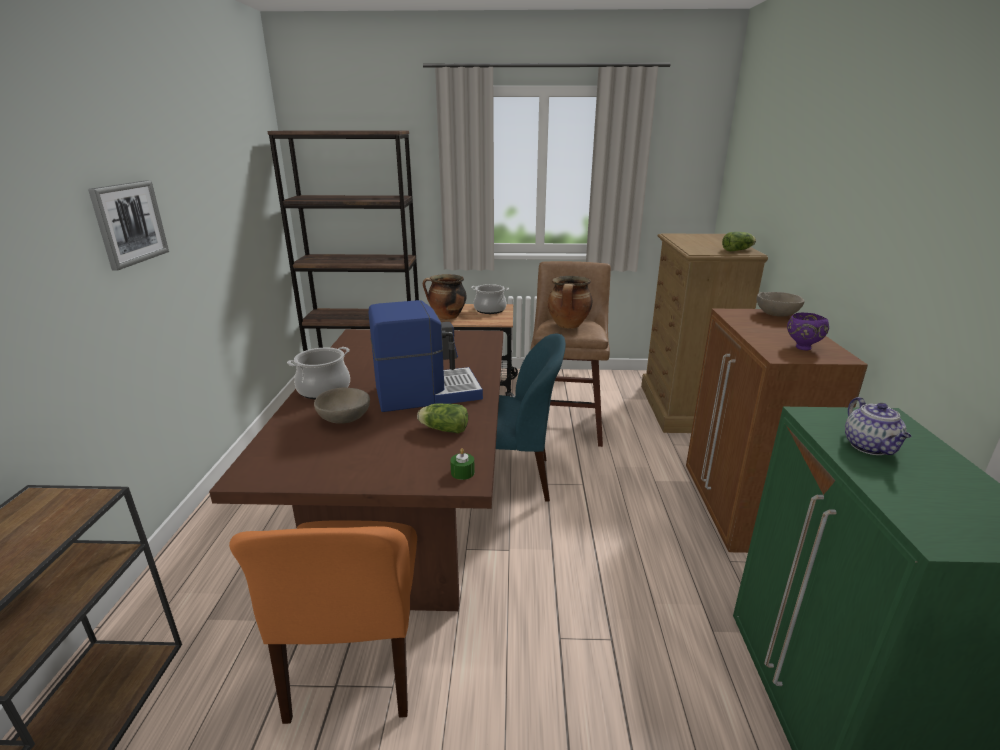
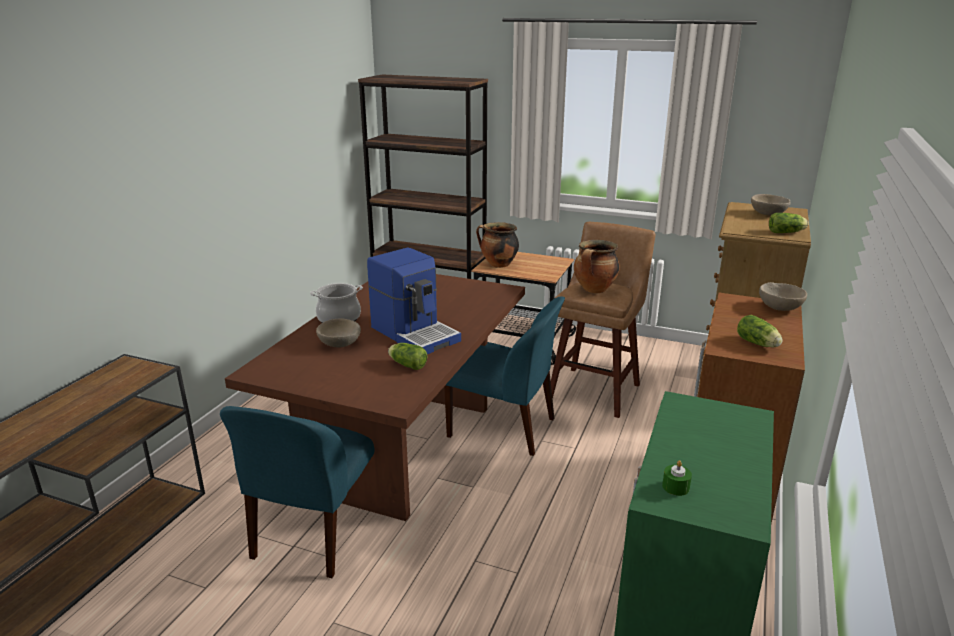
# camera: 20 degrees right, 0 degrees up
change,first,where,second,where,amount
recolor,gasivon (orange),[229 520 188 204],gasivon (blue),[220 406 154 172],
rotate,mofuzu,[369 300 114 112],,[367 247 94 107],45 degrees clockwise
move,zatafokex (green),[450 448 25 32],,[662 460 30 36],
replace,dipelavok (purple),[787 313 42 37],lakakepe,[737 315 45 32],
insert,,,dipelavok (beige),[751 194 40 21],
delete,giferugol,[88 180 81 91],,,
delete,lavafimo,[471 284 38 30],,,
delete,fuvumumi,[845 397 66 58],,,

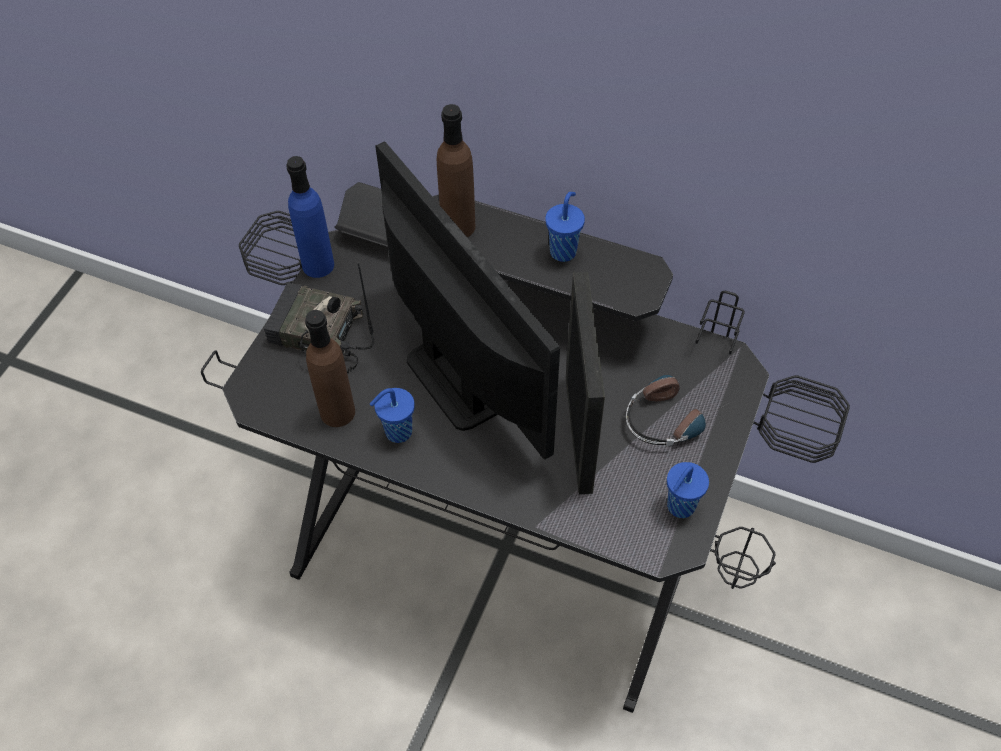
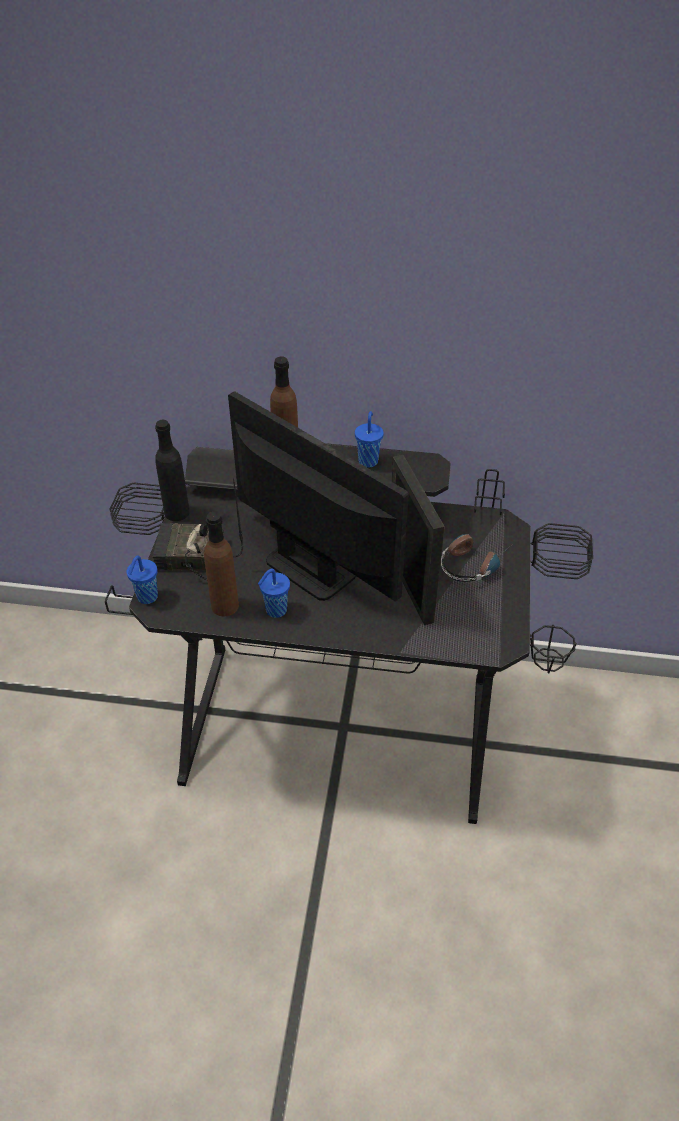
# camera: 15 degrees left, 10 degrees down
change,first,where,second,where,amount
move,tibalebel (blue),[667 462 42 56],,[126 556 32 48],
recolor,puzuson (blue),[286 156 48 122],puzuson (black),[155 420 35 101],

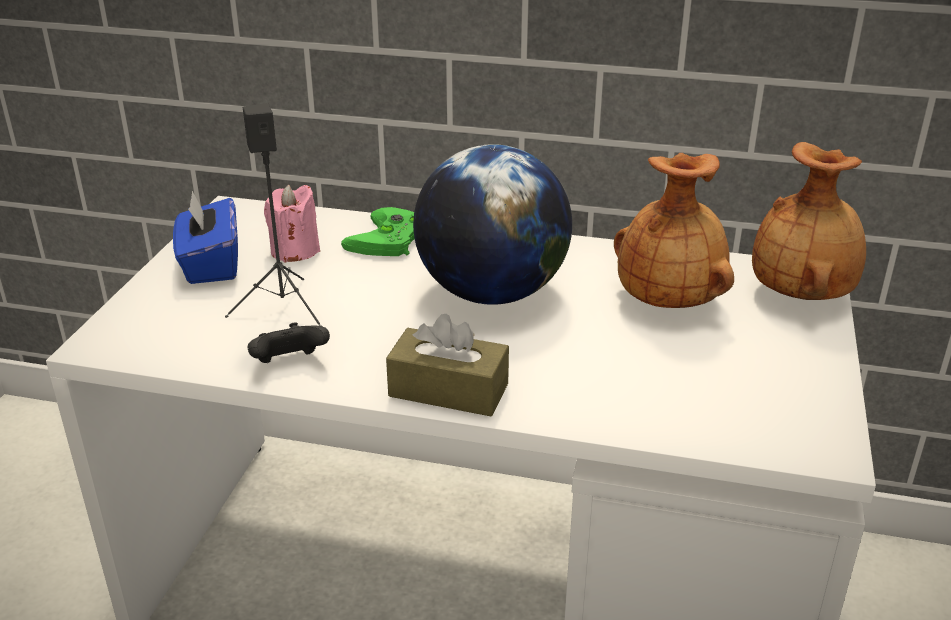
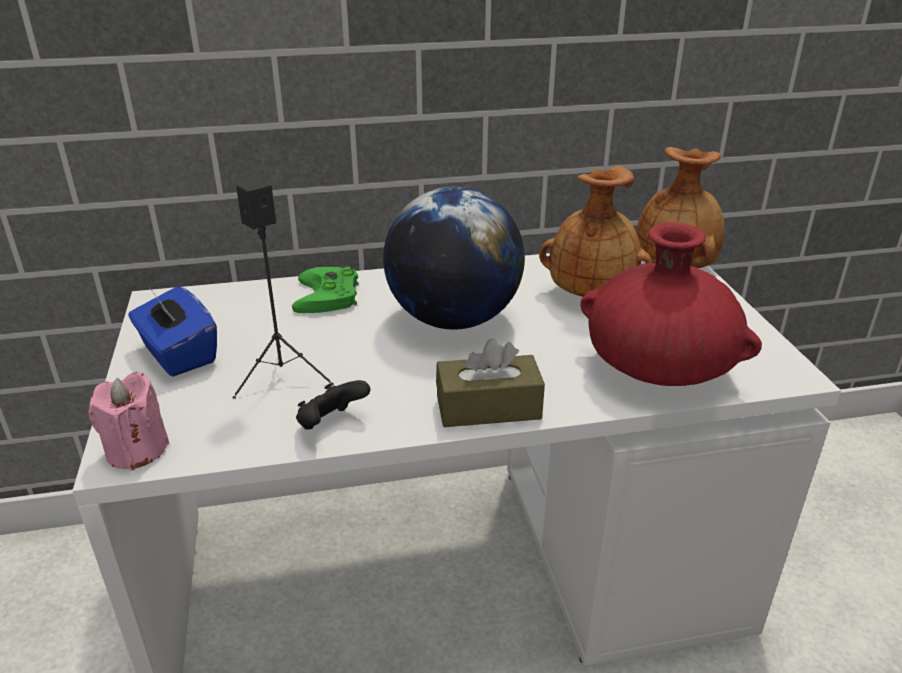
# camera: 25 degrees left, 0 degrees up
change,first,where,second,where,amount
move,zatafokex (pink),[264 184 56 78],,[88 372 82 99],
insert,,,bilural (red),[580 222 182 164],

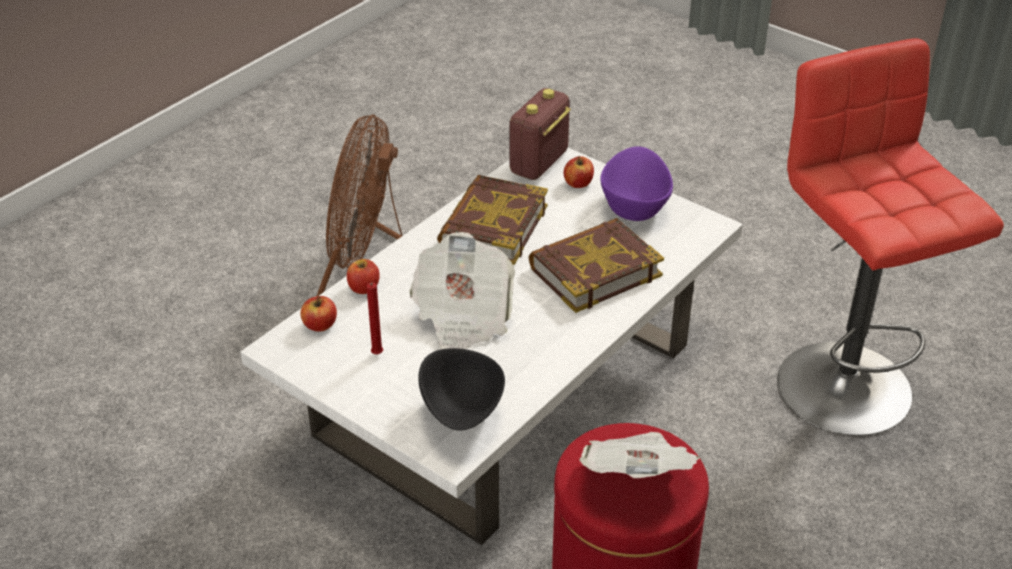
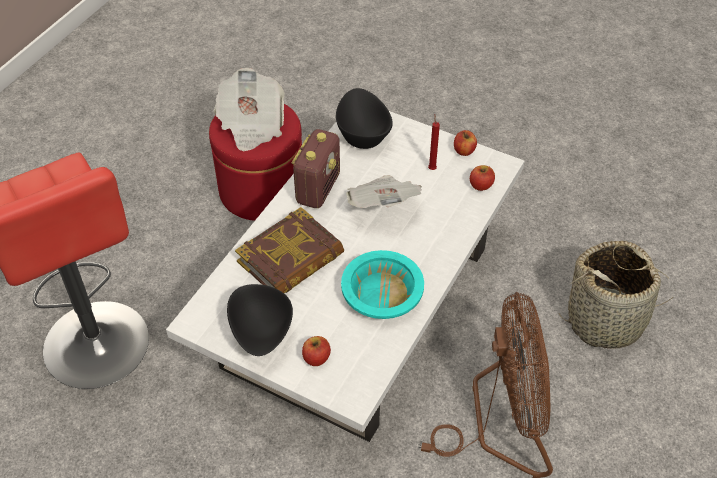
# camera: 170 degrees right, 10 degrees up
change,first,where,second,where,amount
recolor,dipelavok (purple),[601 146 72 75],dipelavok (black),[227 284 66 72],
move,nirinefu,[509 88 62 92],,[292 129 48 79],
replace,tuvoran,[437 175 111 90],dipelavok (turquoise),[341 250 83 69],
move,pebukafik,[347 259 33 35],,[454 130 23 26],
insert,,,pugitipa,[559 241 117 108],

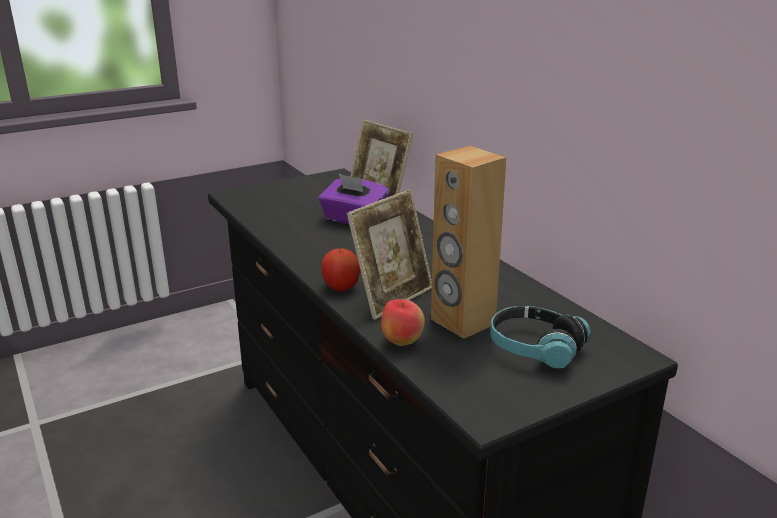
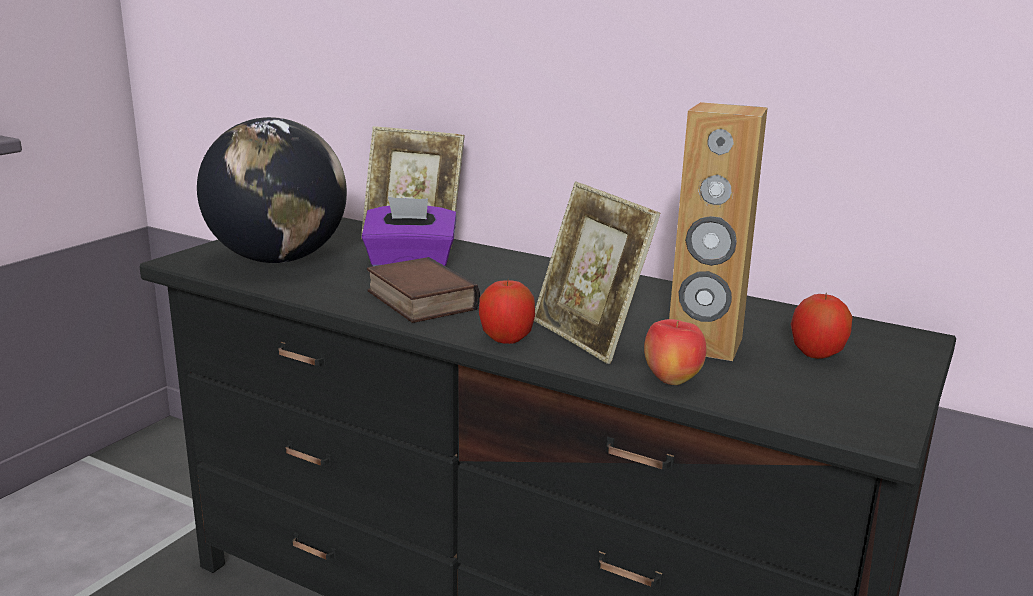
# camera: 30 degrees left, 5 degrees down
change,first,where,second,where,amount
insert,,,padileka,[197 117 150 146],
insert,,,tuvoran,[367 257 113 66],
rotate,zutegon,[347 189 85 131],,[534 182 126 182],135 degrees clockwise
replace,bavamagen,[490 306 101 62],pebukafik,[791 293 61 66],

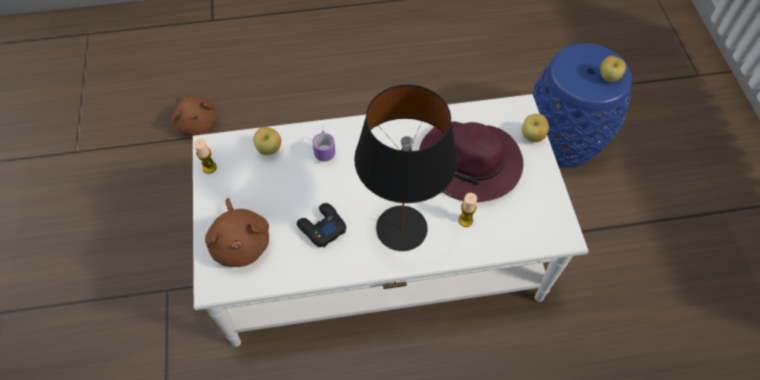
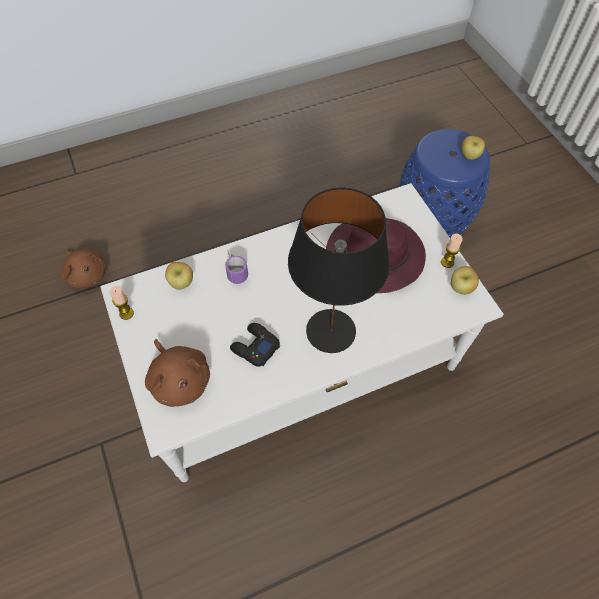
# camera: 15 degrees left, 0 degrees up
change,first,where,second,where,amount
move,zatafokex,[458 193 19 34],,[441 234 22 34],
move,pebukafik,[522 114 27 28],,[451 266 28 29],

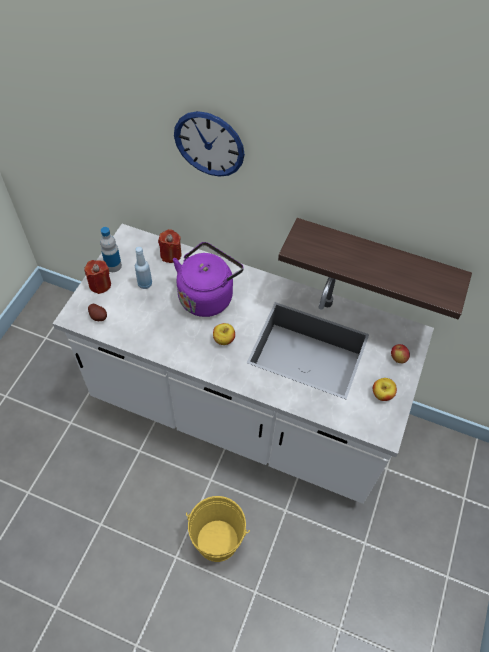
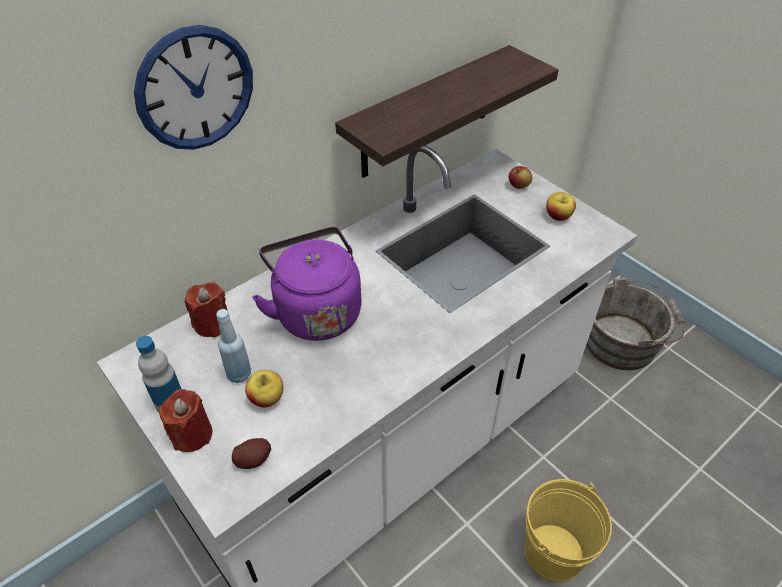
# camera: 60 degrees left, 10 degrees down
change,first,where,second,where,amount
move,pebukafik,[213 323 22 22],,[245 370 38 37],
insert,,,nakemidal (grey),[586 278 99 92],

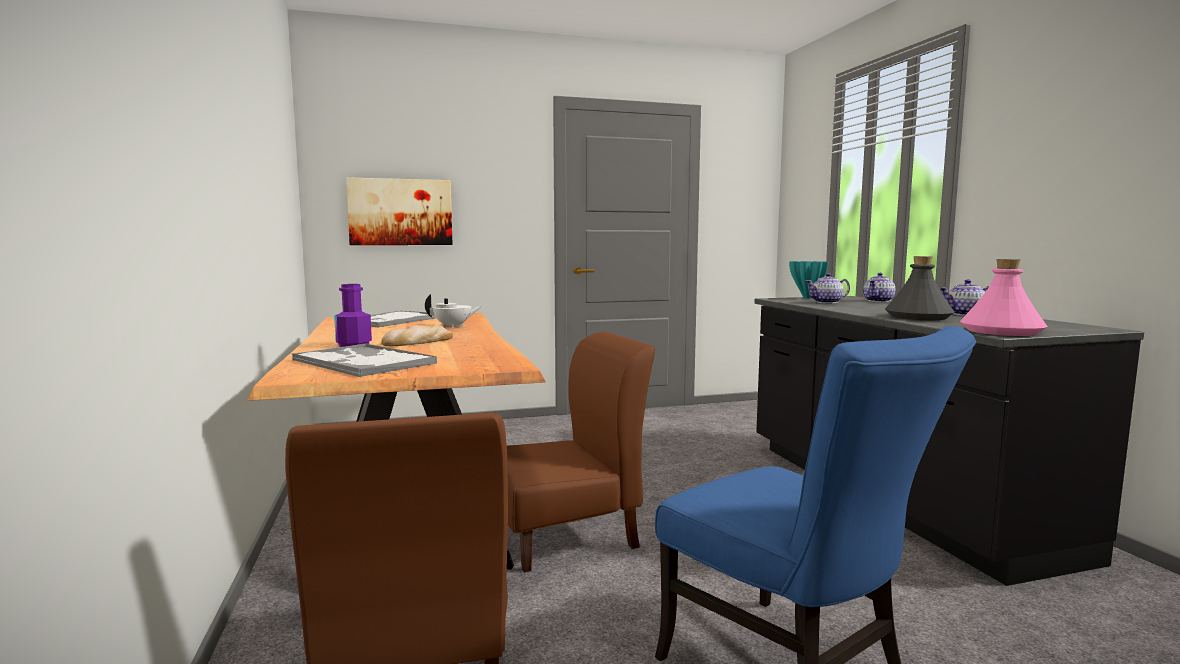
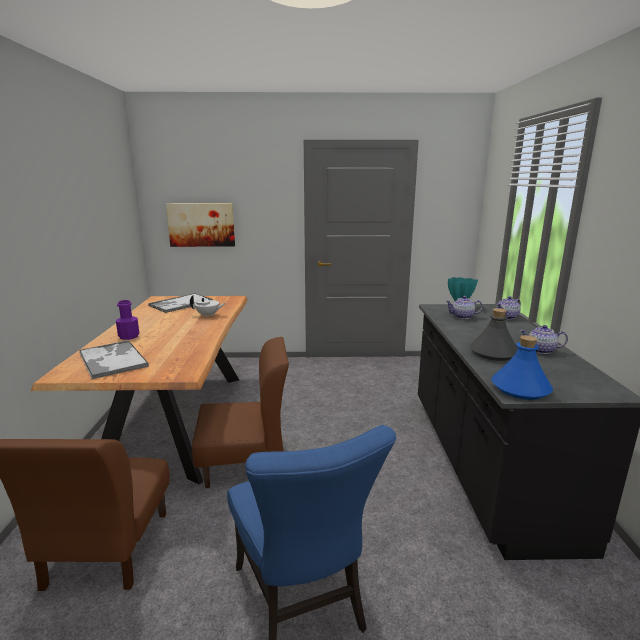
# camera: 15 degrees right, 10 degrees up
change,first,where,second,where,amount
recolor,puzuson (pink),[960 259 88 77],puzuson (blue),[491 335 62 65],
delete,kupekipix,[381 324 72 22],,,

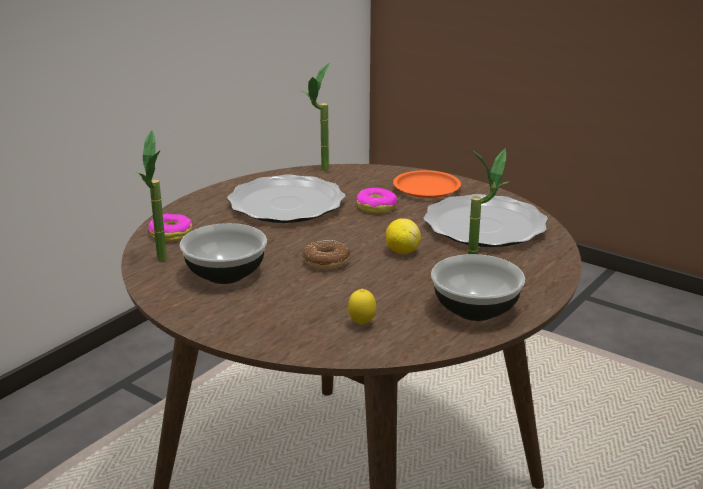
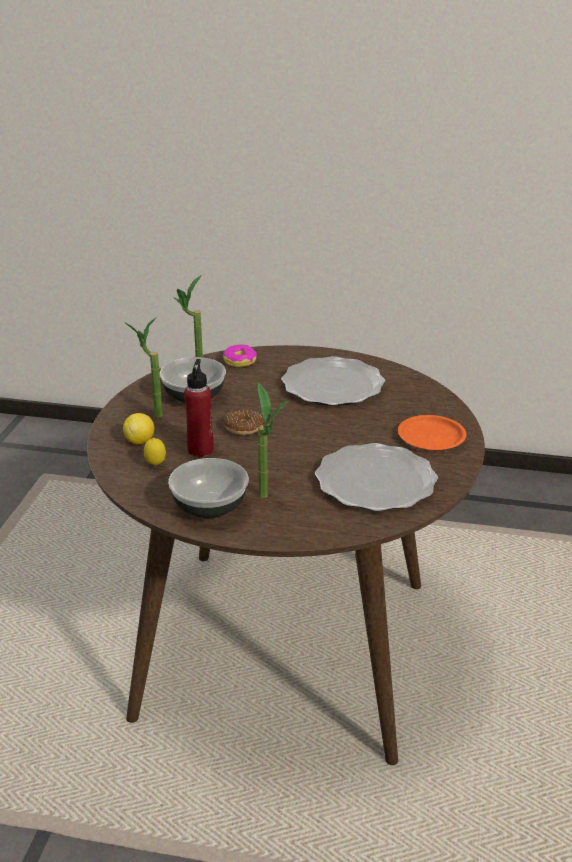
# camera: 65 degrees right, 5 degrees up
change,first,where,second,where,amount
move,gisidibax,[300 63 29 108],,[123 317 40 100],
move,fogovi,[386 218 35 36],,[123 413 32 31],
insert,,,puzuson (red),[184 359 30 98],
delete,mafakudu,[356 188 42 25],,,

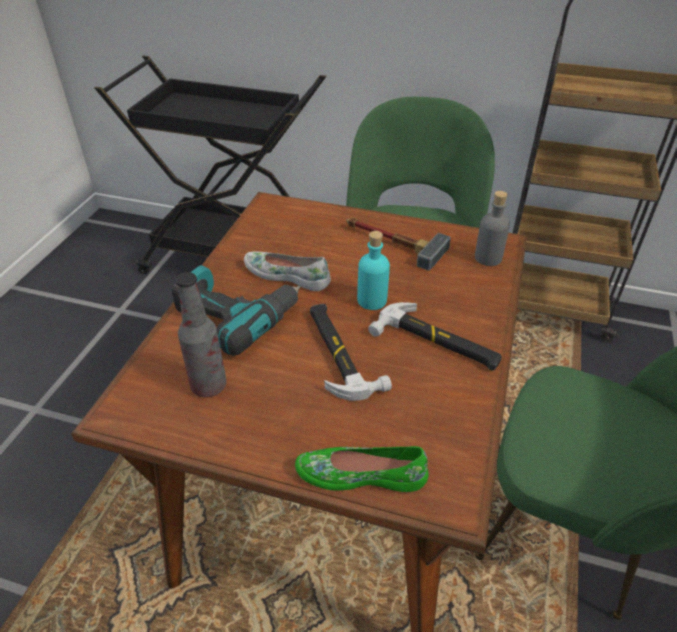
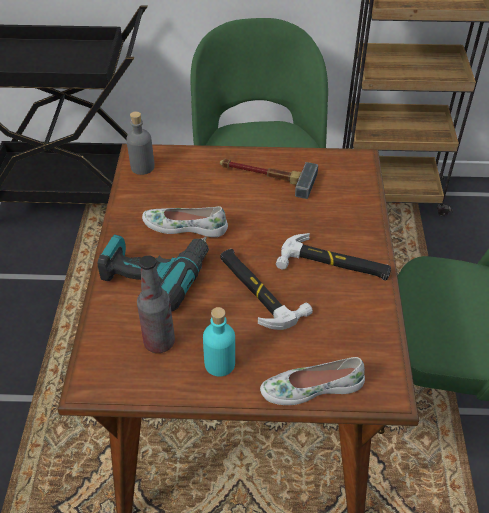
# camera: 15 degrees left, 5 degrees up
change,first,where,second,where,amount
move,puzuson (grey),[475 191 35 75],,[126 111 29 64],
move,puzuson (turquoise),[357 231 33 79],,[203 307 32 70],
recolor,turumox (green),[295 446 134 46],turumox (white),[260 357 105 48],

